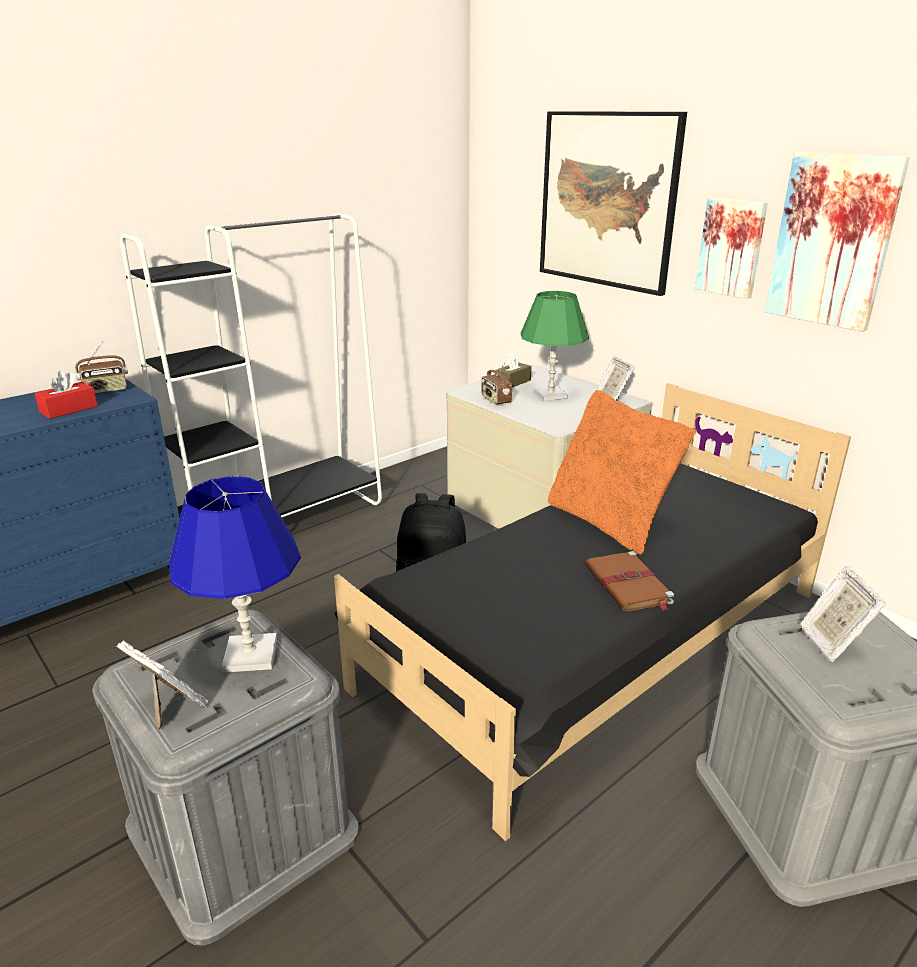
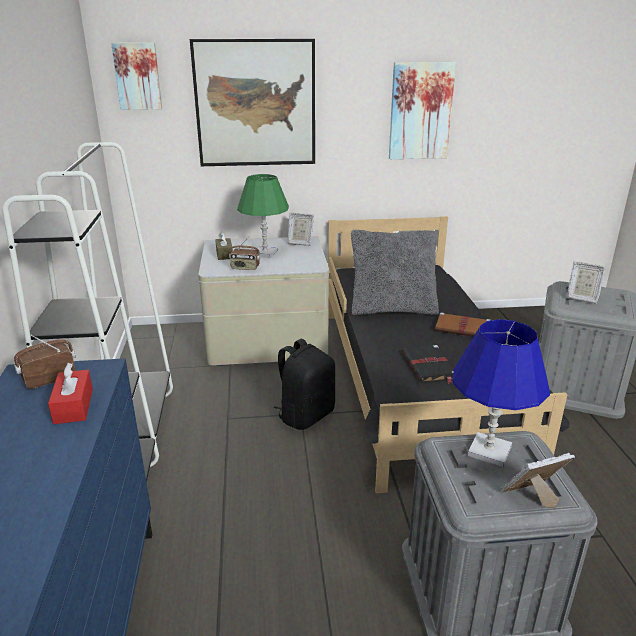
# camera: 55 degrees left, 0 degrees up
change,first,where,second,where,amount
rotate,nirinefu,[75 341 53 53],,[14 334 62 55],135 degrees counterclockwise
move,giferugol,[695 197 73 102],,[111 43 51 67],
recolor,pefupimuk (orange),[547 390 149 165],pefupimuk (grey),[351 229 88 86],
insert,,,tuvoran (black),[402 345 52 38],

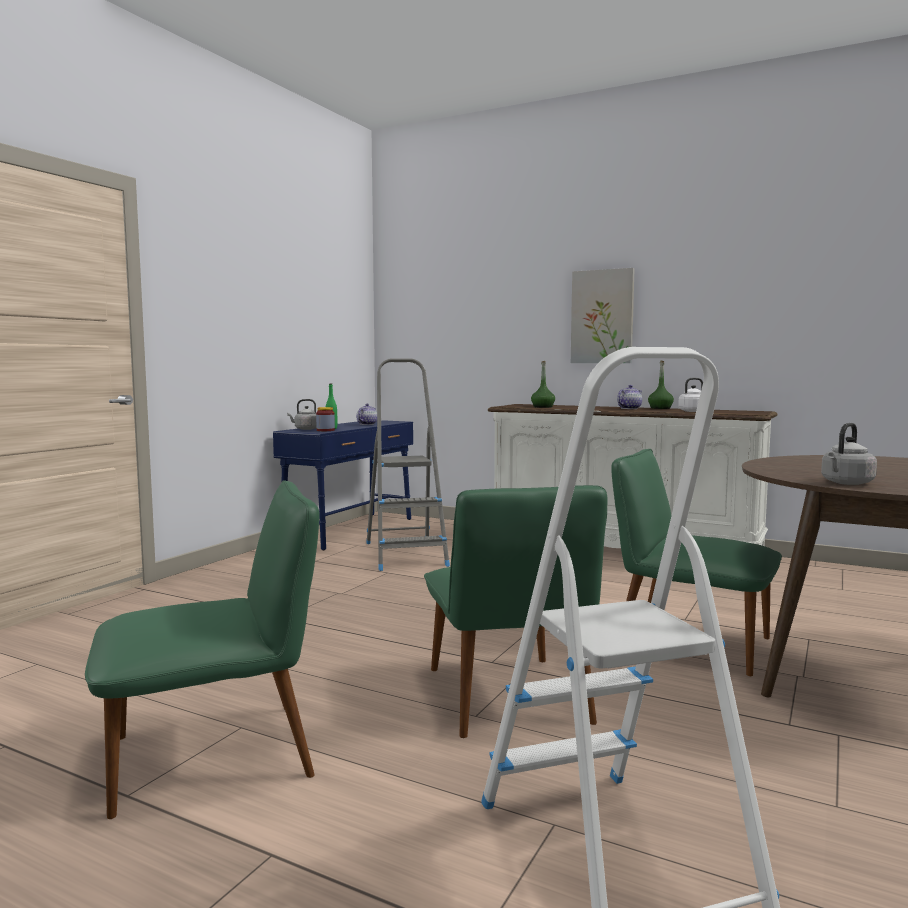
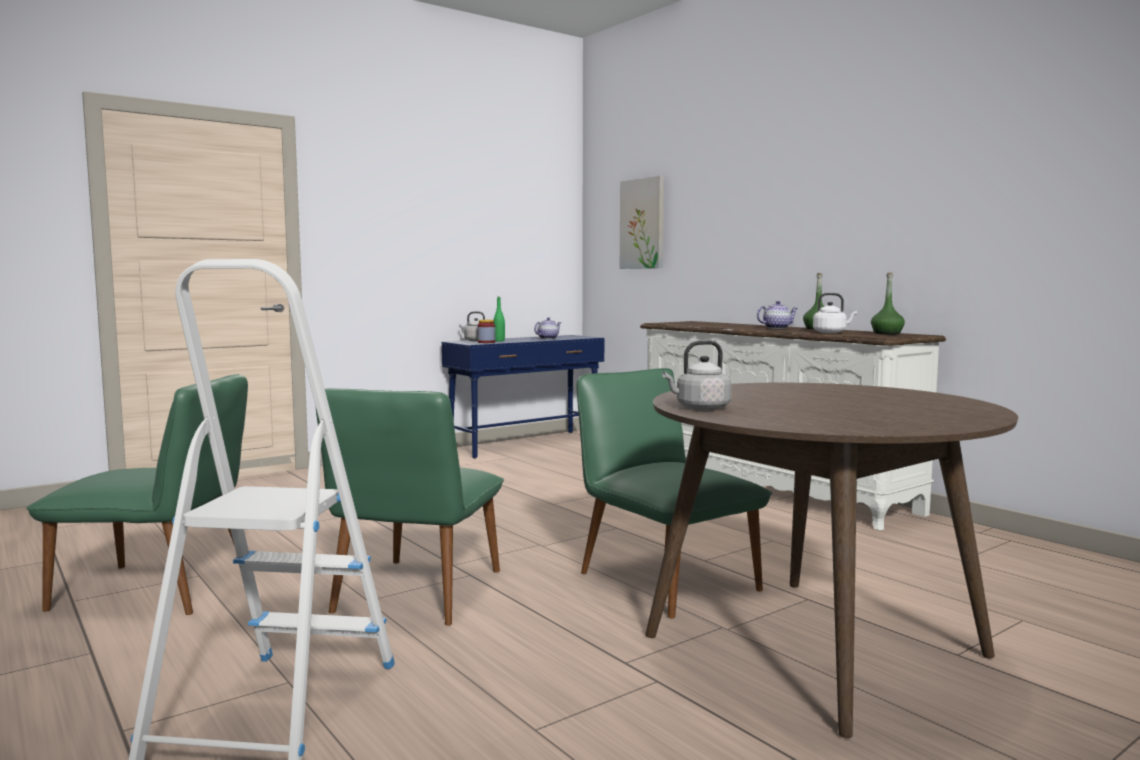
# camera: 25 degrees right, 0 degrees up
change,first,where,second,where,amount
move,giferugol,[571 268 64 95],,[620 176 44 93],
move,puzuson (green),[531 361 24 47],,[871 272 34 62],
delete,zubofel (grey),[366 358 84 213],,,

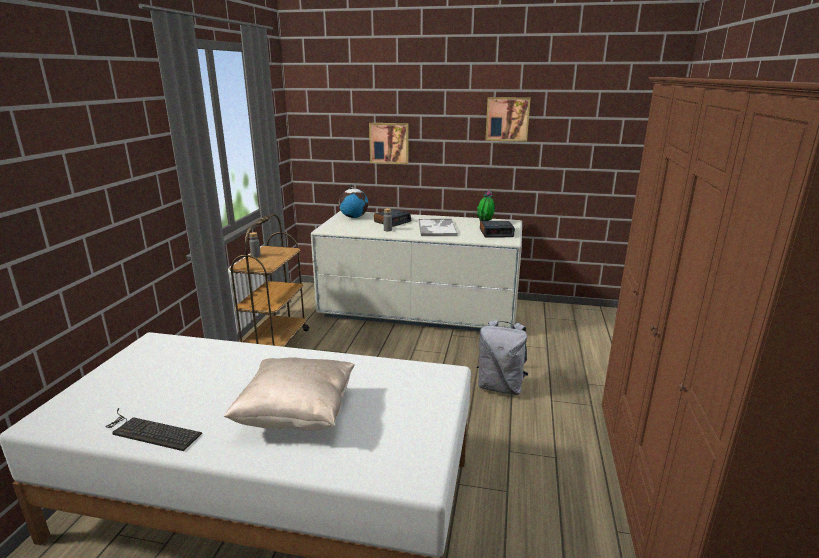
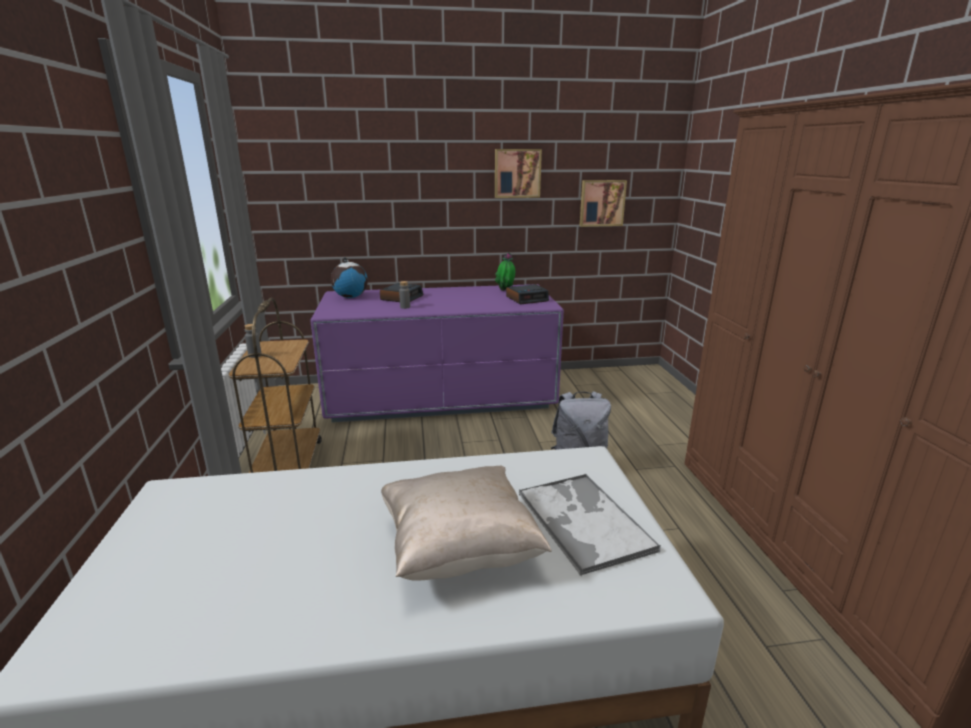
# camera: 20 degrees left, 0 degrees up
change,first,where,second,where,amount
recolor,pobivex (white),[311 211 211 121],pobivex (purple),[311 284 253 139],
move,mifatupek,[419 219 39 17],,[519 473 142 104],
move,giferugol,[369 123 40 41],,[580 180 47 47],
delete,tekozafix,[105 408 97 43],,,

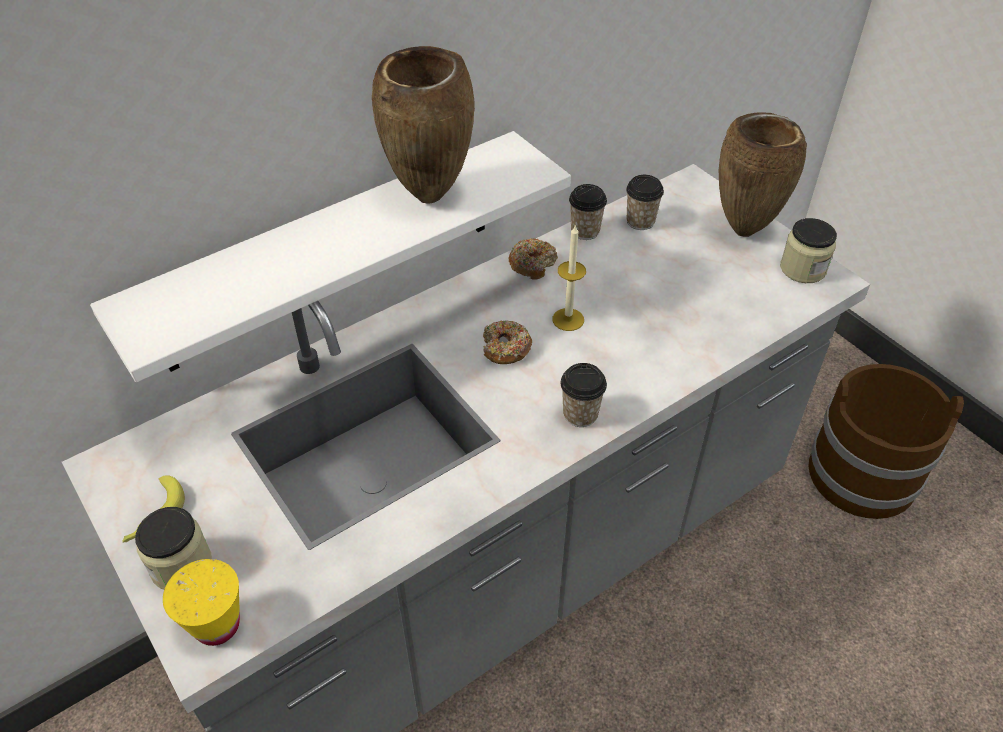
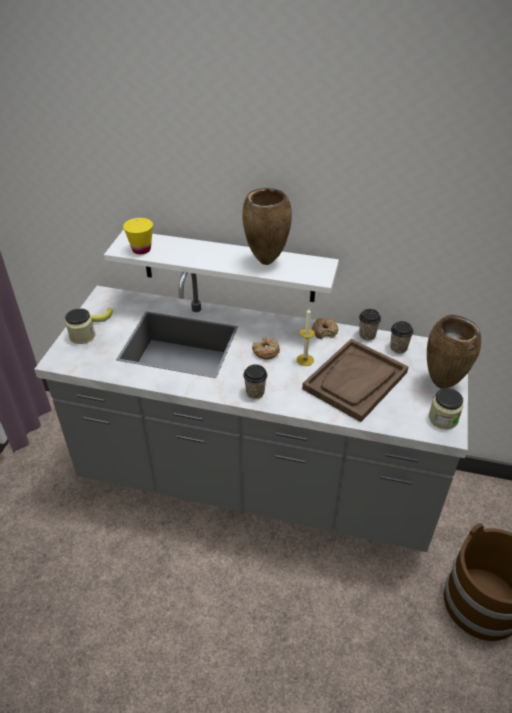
# camera: 50 degrees right, 5 degrees down
change,first,where,second,where,amount
move,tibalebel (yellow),[163 559 77 87],,[123 218 30 36],
insert,,,mifatupek (brown),[302 339 106 83],

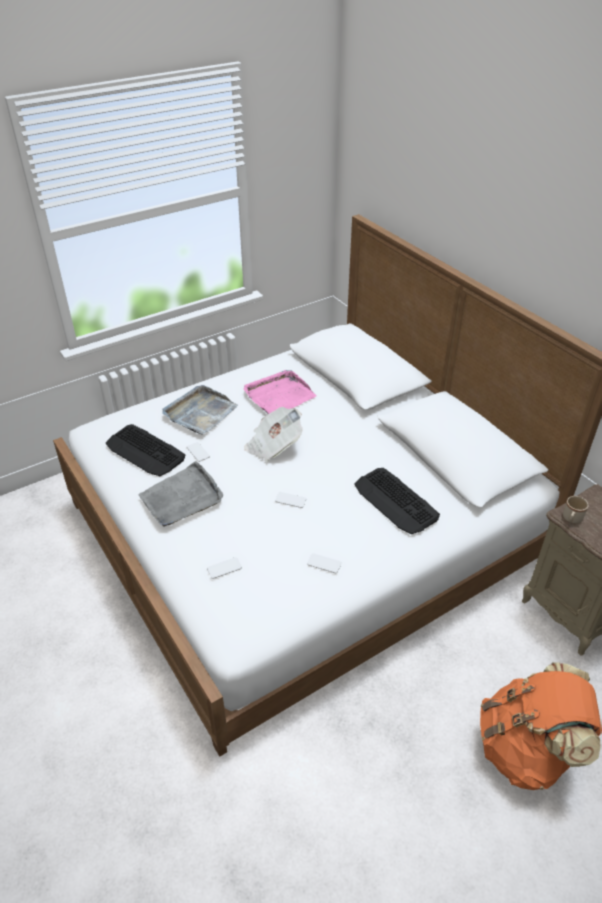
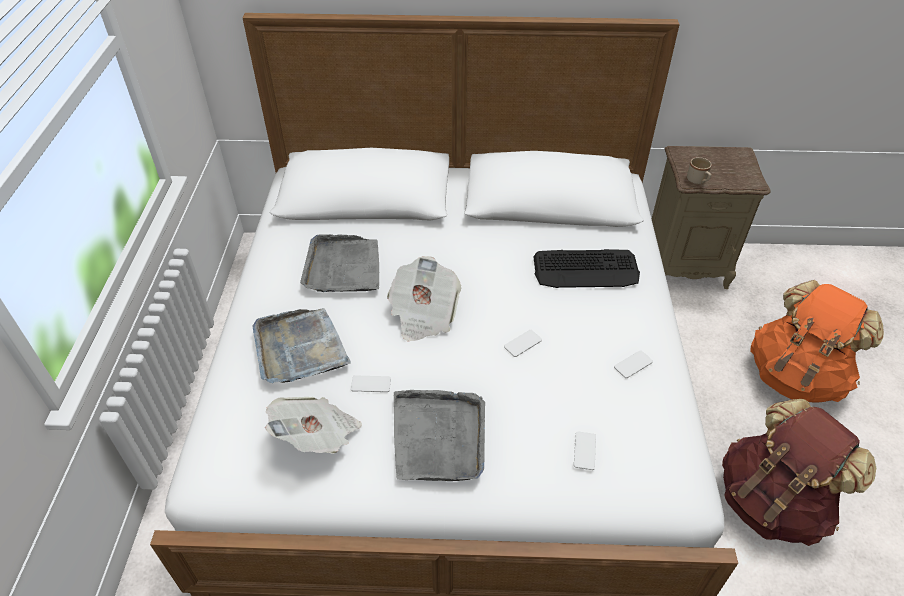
# camera: 55 degrees left, 5 degrees up
change,first,where,second,where,amount
replace,tekozafix,[106 424 79 52],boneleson,[265 397 97 57],
recolor,mifatupek (pink),[243 370 74 44],mifatupek (grey),[300 234 79 58],
insert,,,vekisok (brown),[722 399 154 147],

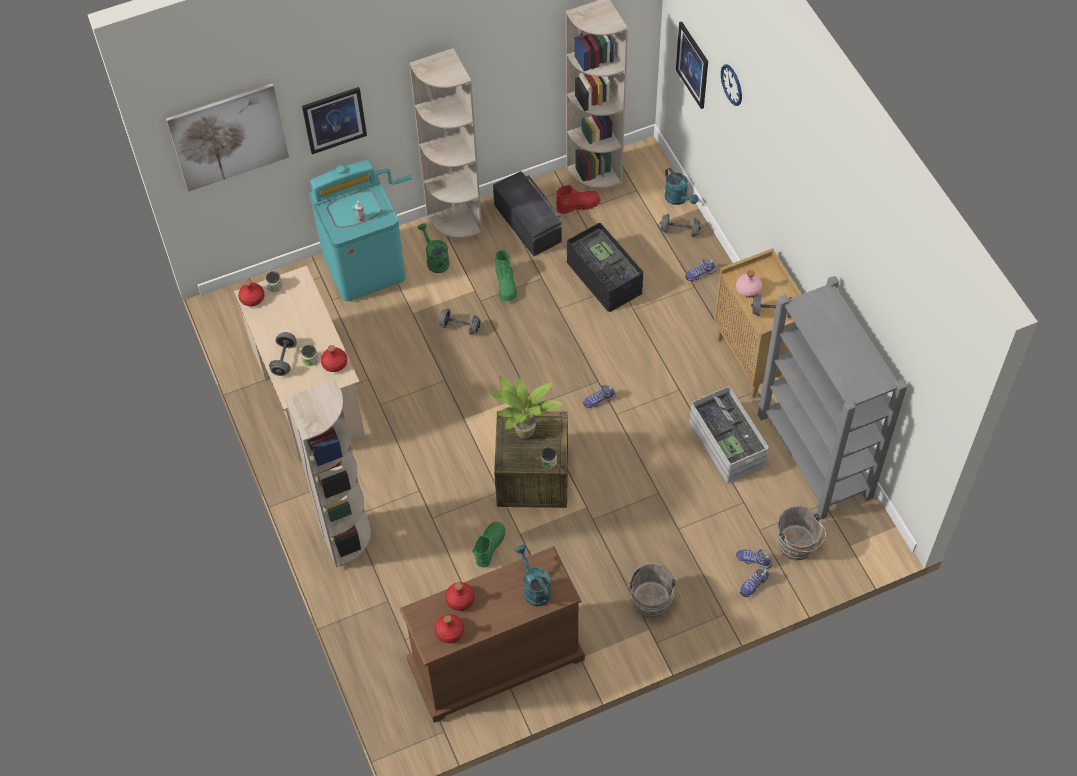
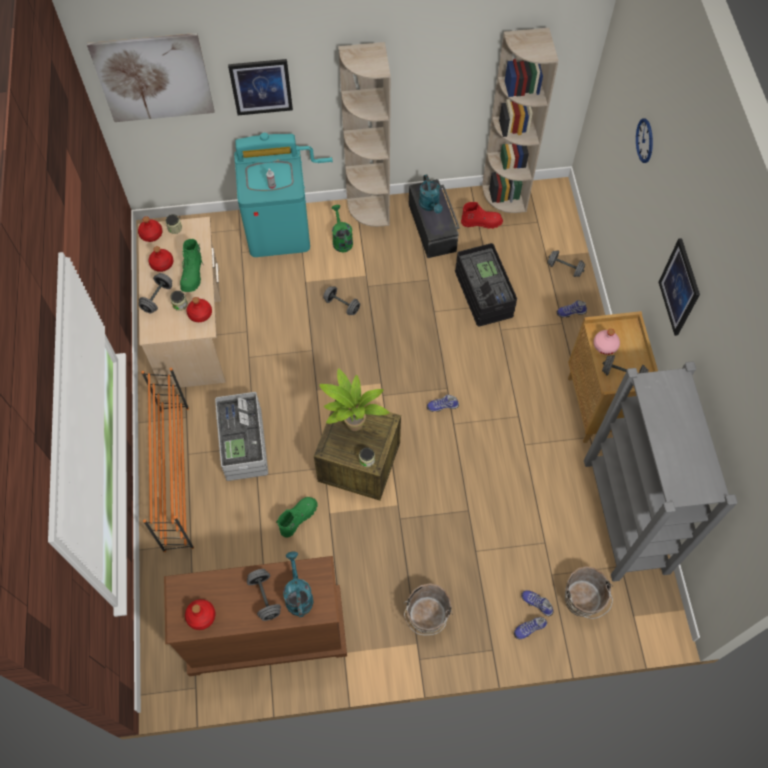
# camera: 15 degrees right, 5 degrees up
change,first,where,second,where,amount
replace,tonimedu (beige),[285 379 86 188],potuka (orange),[141 368 53 184],
move,puzuson (red),[445 582 30 29],,[148 246 25 26],
move,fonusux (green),[495 250 22 52],,[180 239 23 53],
move,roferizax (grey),[689 386 80 98],,[215 392 53 89],
insert,,,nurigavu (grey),[247 569 34 52],
move,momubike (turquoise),[665 168 33 37],,[419 174 24 39],
move,giferugol,[676 22 32 87],,[659 238 41 98],

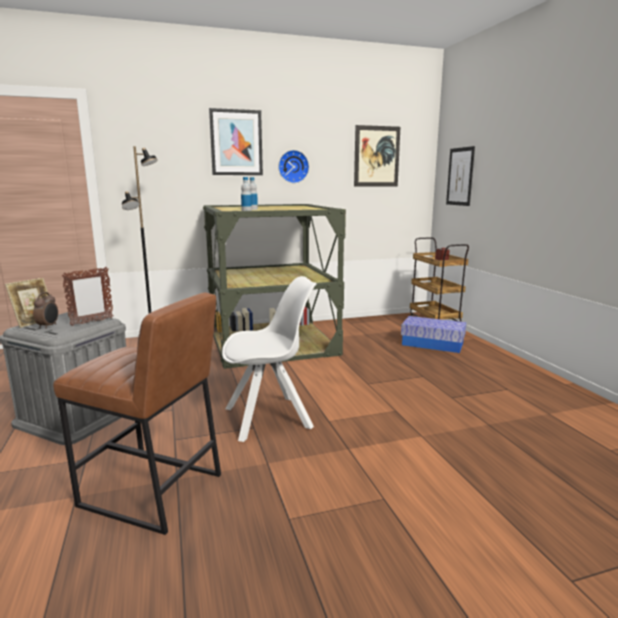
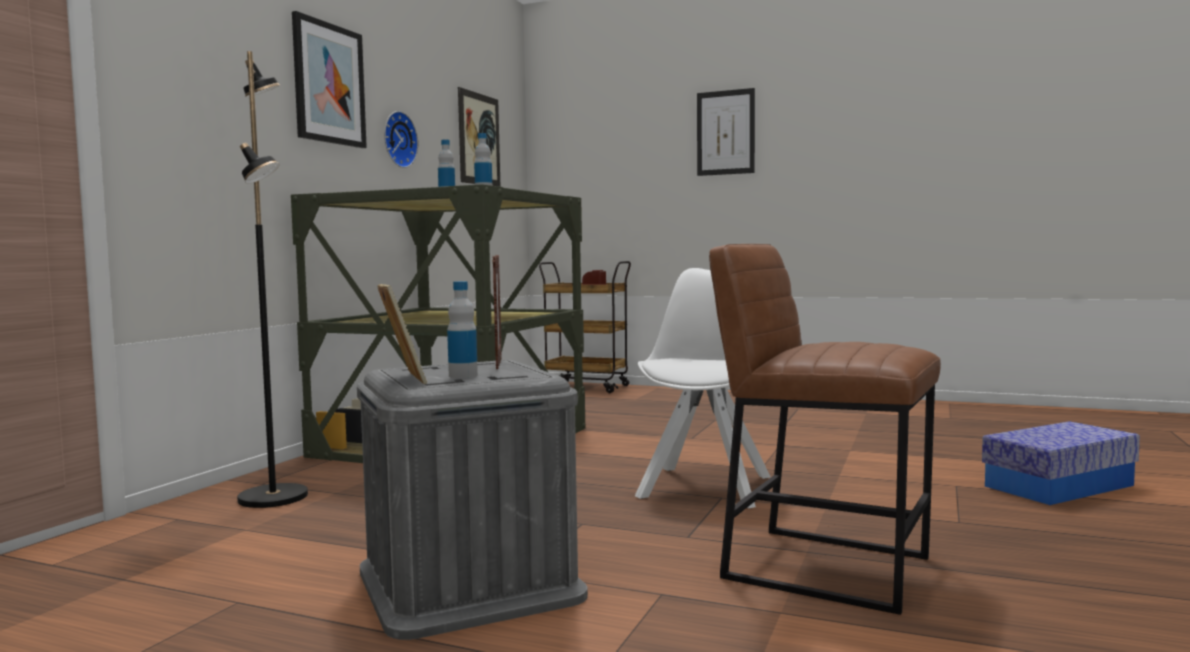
# camera: 50 degrees left, 10 degrees down
change,first,where,second,where,amount
replace,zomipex,[33 292 25 37],puzuson,[447 281 31 97],
move,giferugol,[446 146 29 60],,[697 88 58 88],
rotate,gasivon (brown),[53 292 168 243],,[709 244 232 371],120 degrees counterclockwise
move,roferizax,[401 316 65 37],,[982 421 158 84],

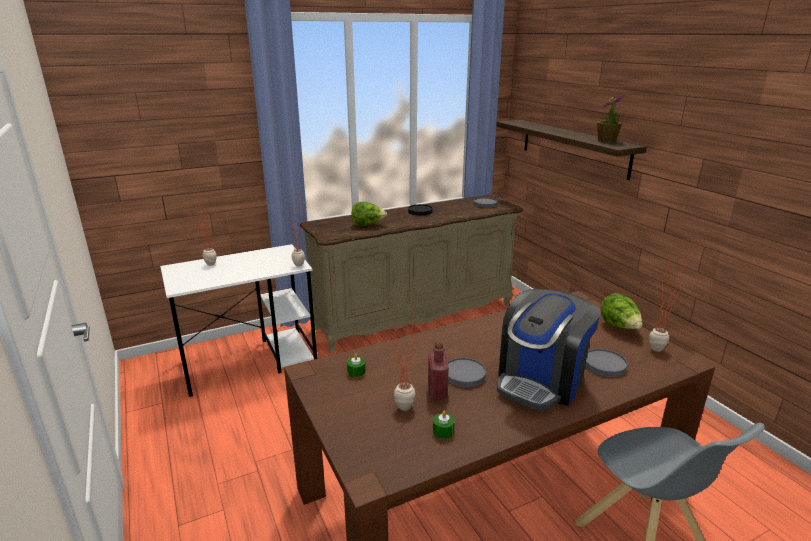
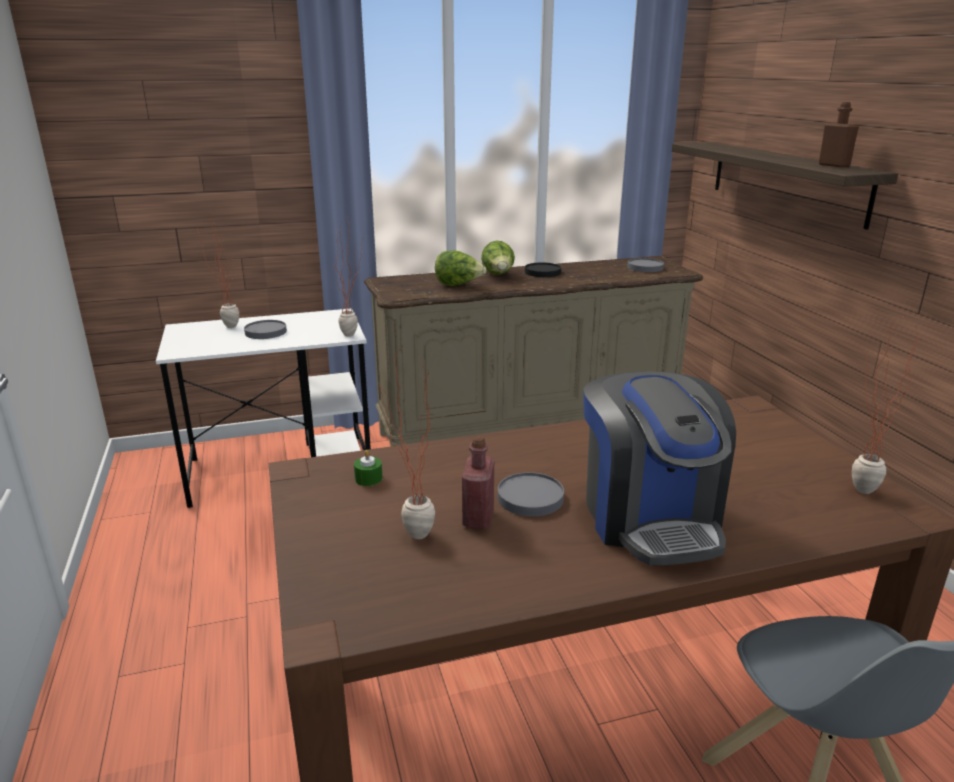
# camera: 10 degrees right, 0 degrees up
change,first,where,second,where,amount
move,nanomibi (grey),[585 349 42 28],,[244 320 43 19],
move,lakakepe,[601 293 41 36],,[481 240 34 35],
rotate,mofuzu,[497 289 104 122],,[583 371 153 194],60 degrees counterclockwise
replace,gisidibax,[597 95 27 47],puzuson (brown),[819 102 40 65],
delete,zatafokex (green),[433 411 22 28],,,

